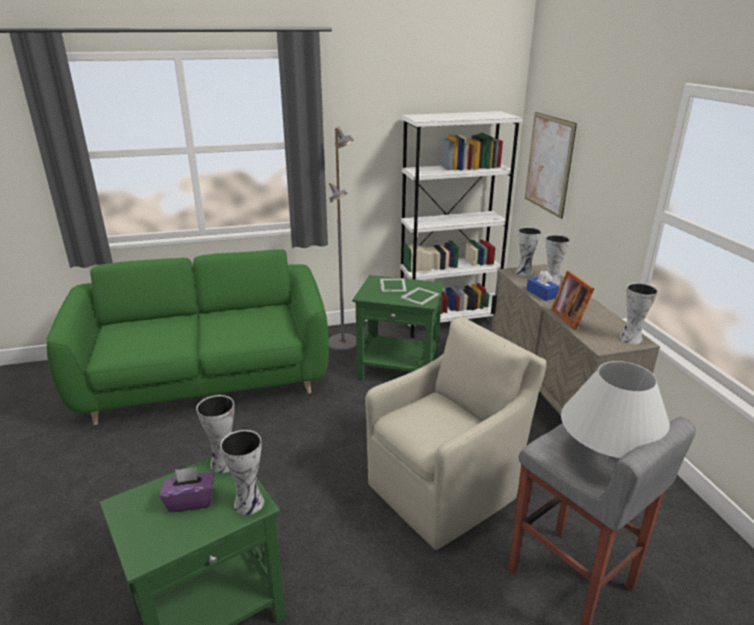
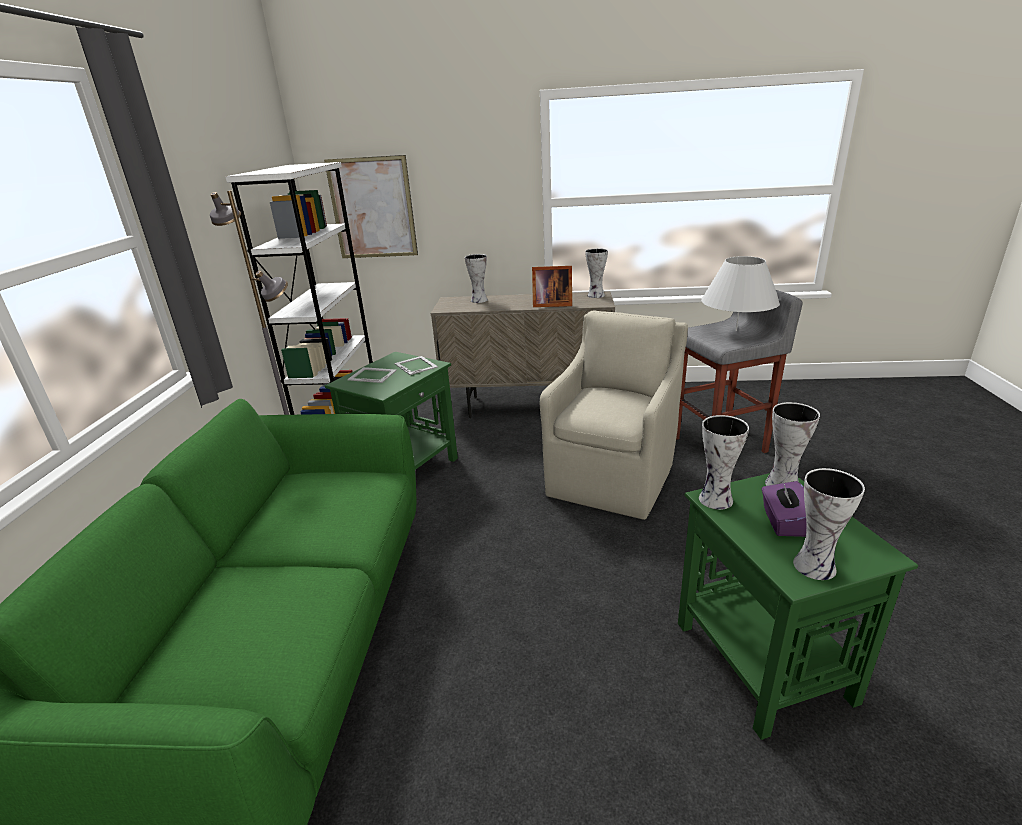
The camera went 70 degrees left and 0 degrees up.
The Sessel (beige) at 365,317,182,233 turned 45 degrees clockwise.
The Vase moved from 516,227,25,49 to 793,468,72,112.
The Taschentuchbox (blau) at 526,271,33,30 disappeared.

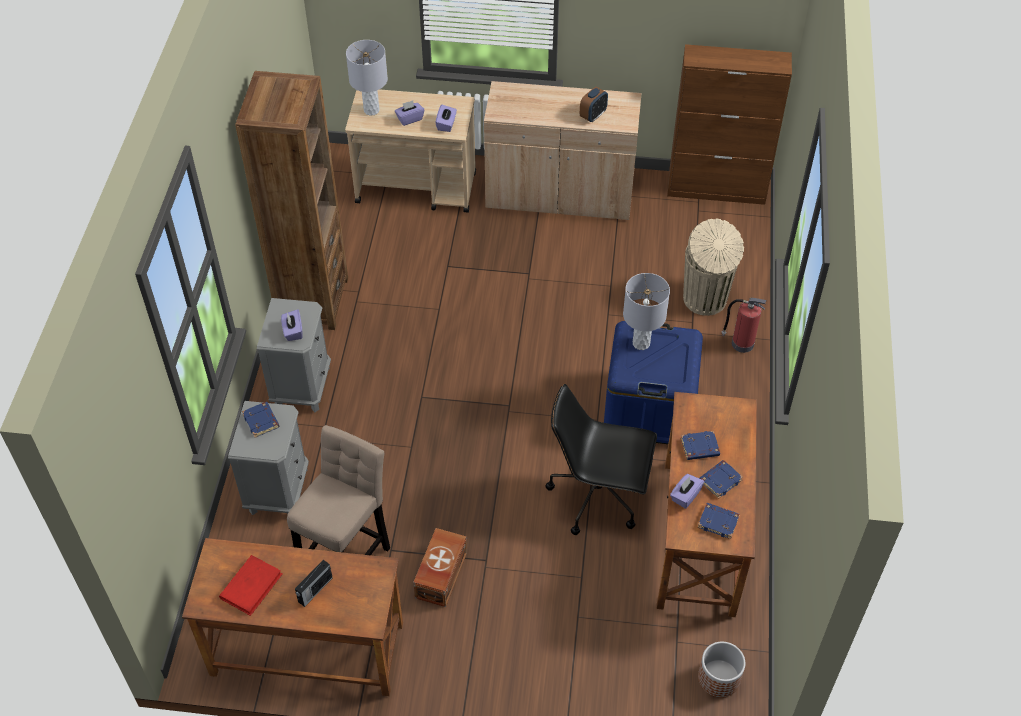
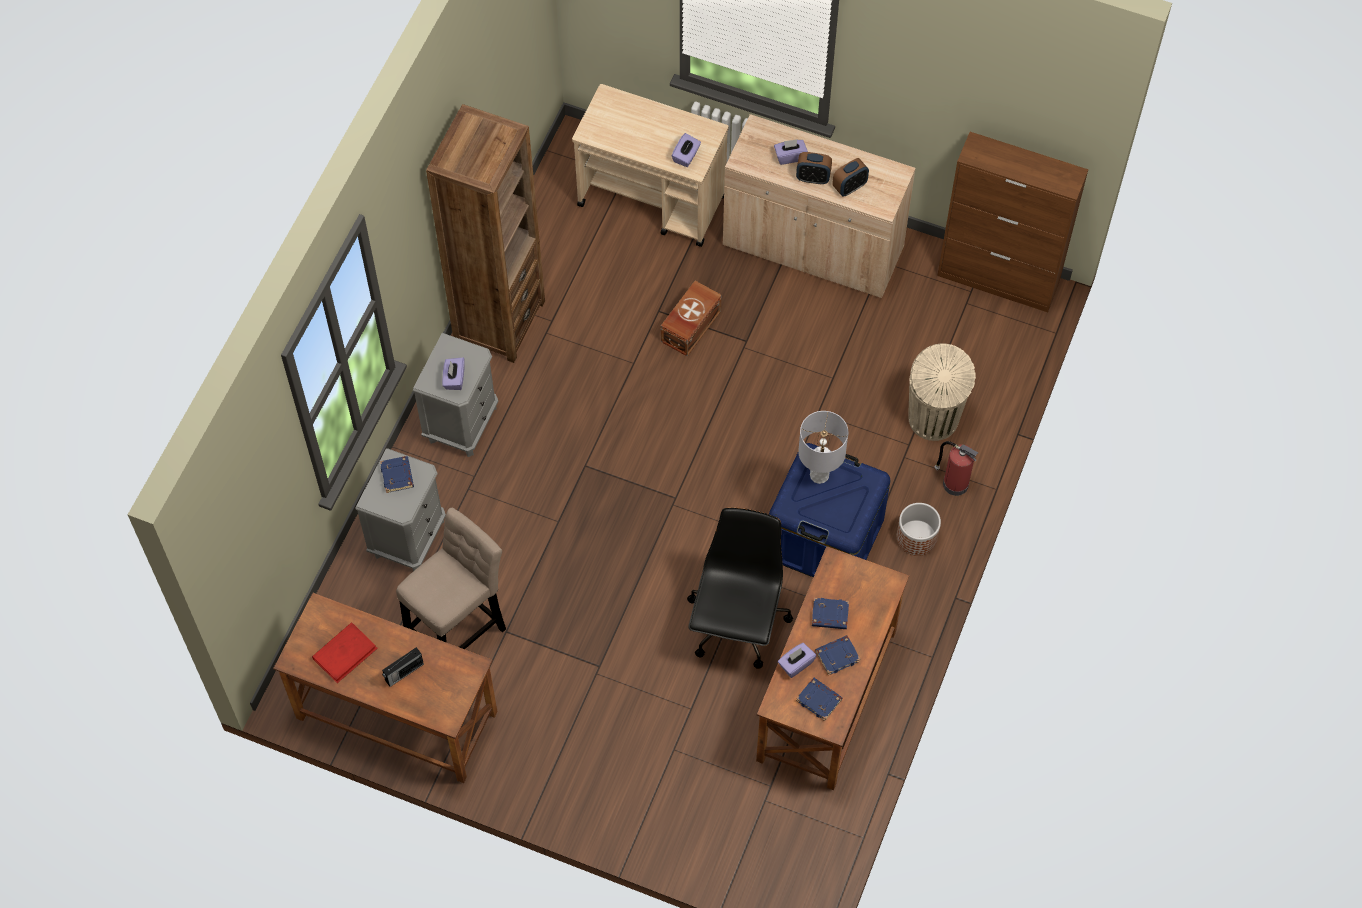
The camera went 15 degrees right and 10 degrees up.
The Aufbewahrungsbox (braun) moved from 413,528,54,79 to 661,281,61,75.
The Bürostuhl (schwarz) at 545,384,112,151 turned 75 degrees clockwise.
The Taschentuchbox (lila) moved from 395,100,29,26 to 774,139,34,26.
The Wecker at 796,152,36,33 appeared.
The Pflanzkübel moved from 698,642,47,56 to 897,503,44,53.
The Tischlampe (grau) at 346,40,42,76 disappeared.

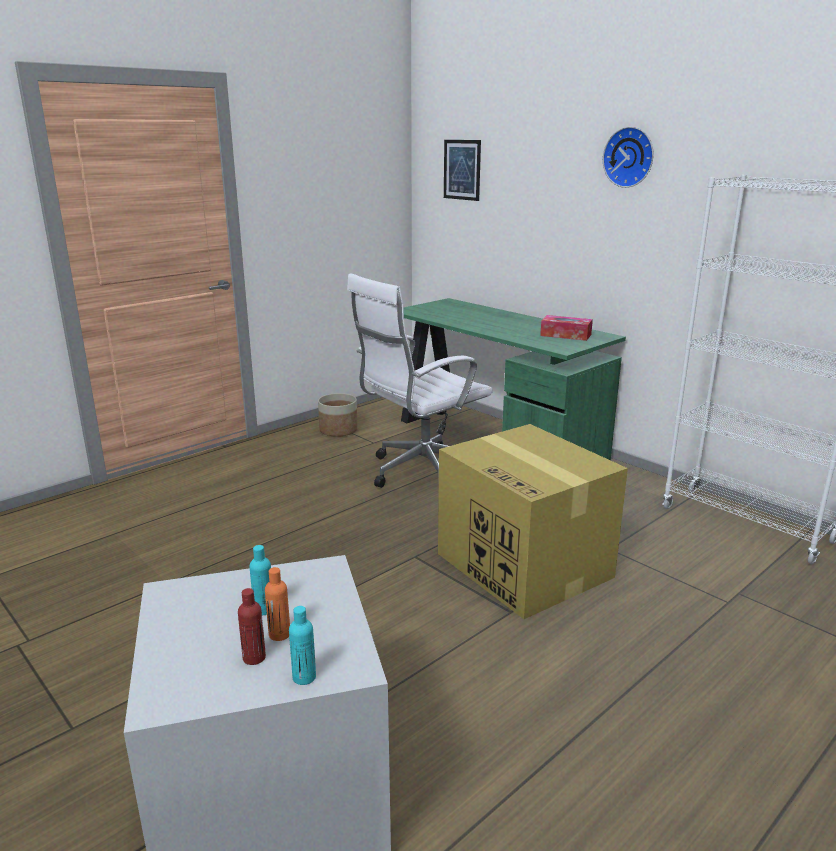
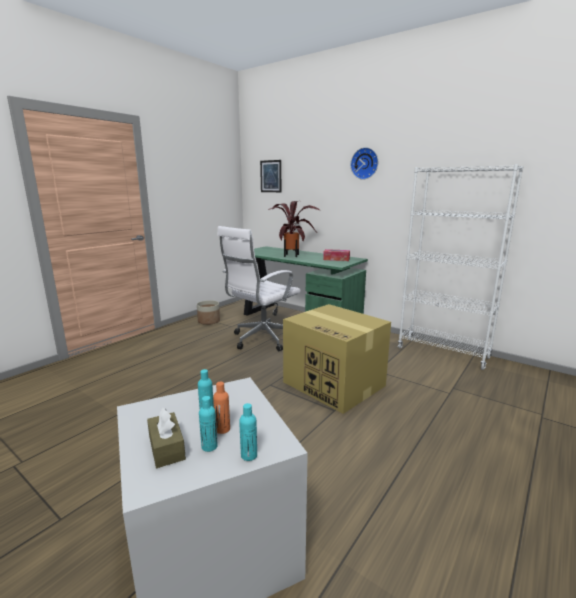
The camera went 10 degrees left and 5 degrees down.
The Taschentuchbox (braun) at 147,408,39,60 appeared.
The Flasche (rot) at 238,588,28,77 became the Flasche (türkis) at 199,396,19,56.
The Topfpflanze at 268,201,53,56 appeared.

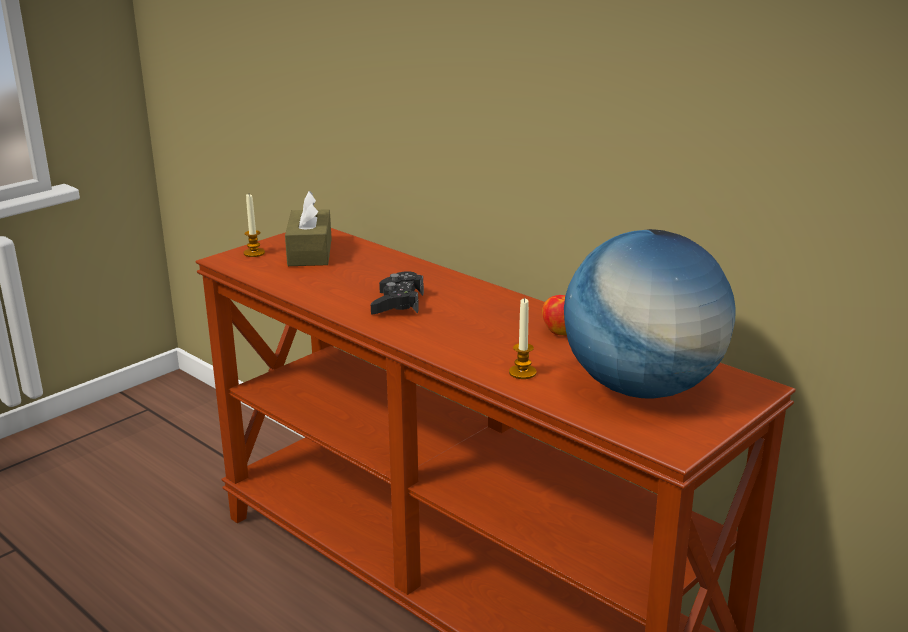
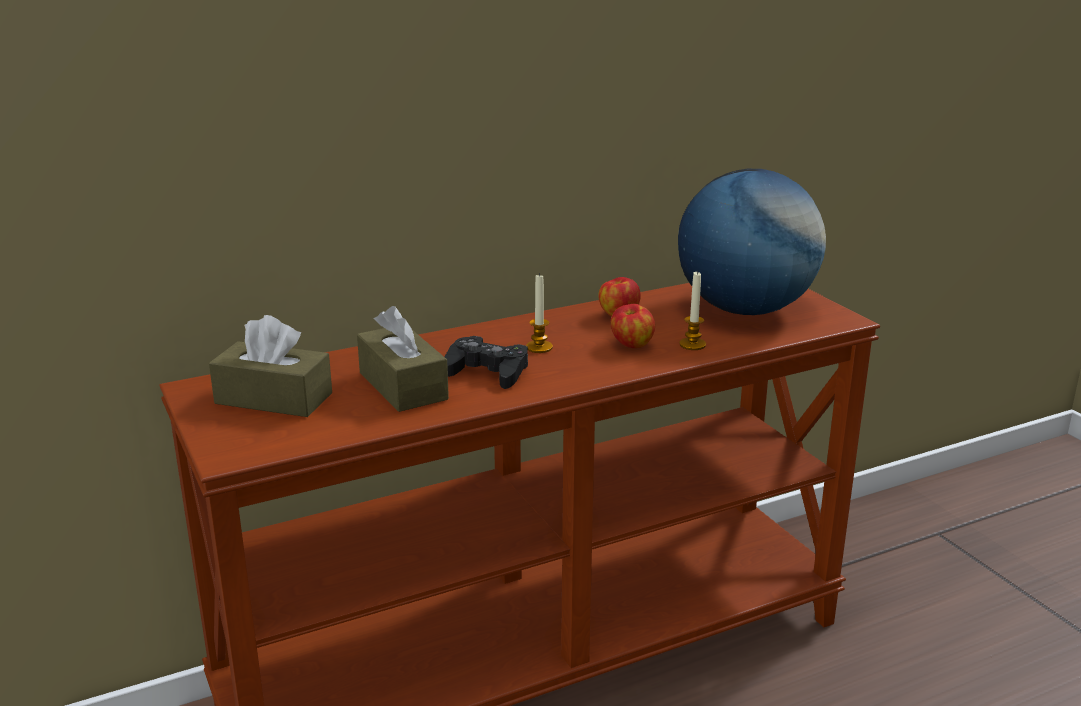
The camera went 70 degrees left and 0 degrees up.
The Taschentuchbox (braun) at 357,306,92,106 appeared.
The Kerze moved from 243,194,22,63 to 526,273,27,80.
The Apfel at 611,304,44,44 appeared.

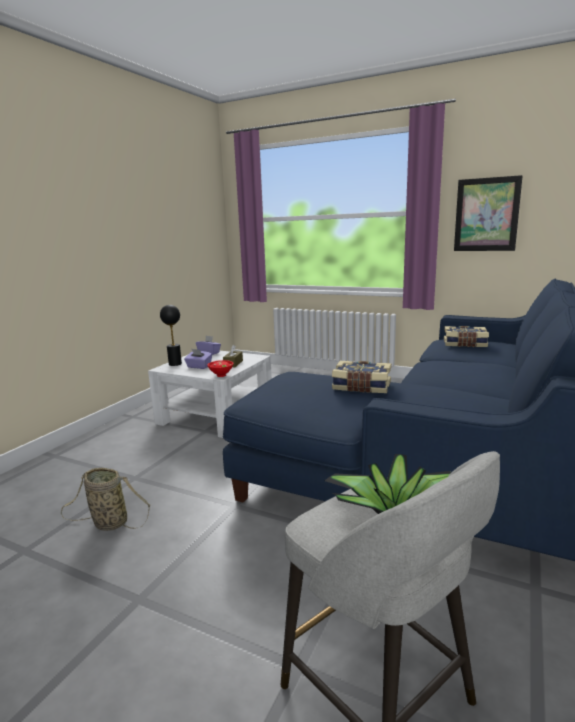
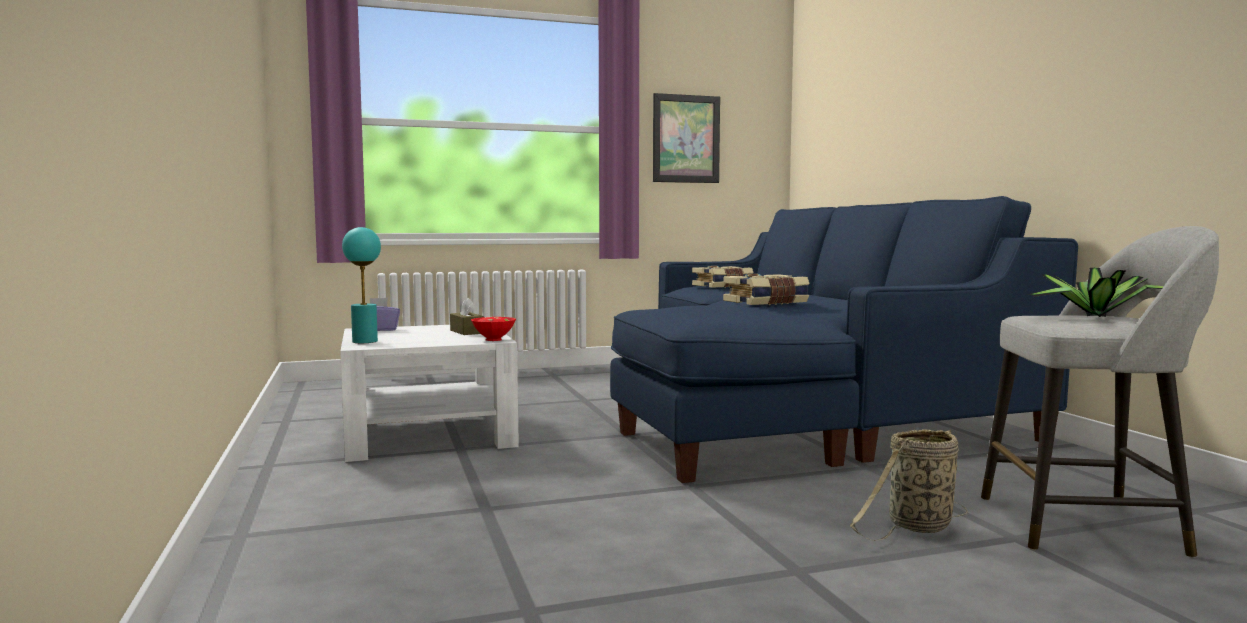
The camera went 45 degrees left and 10 degrees down.
The Tischlampe (schwarz) at 160,305,22,61 became the Tischlampe (türkis) at 342,227,39,116.
The Korb moved from 61,468,89,63 to 850,430,118,111.
The Taschentuchbox (lila) at 184,349,28,20 disappeared.

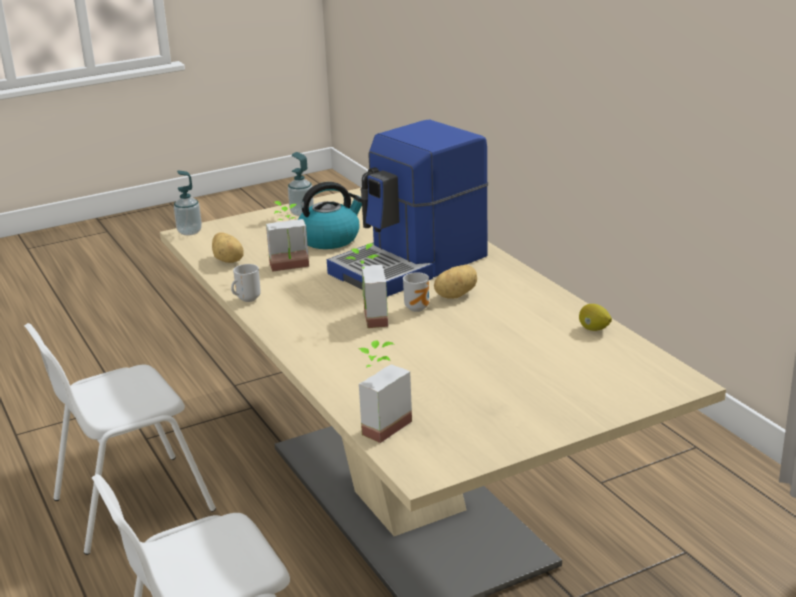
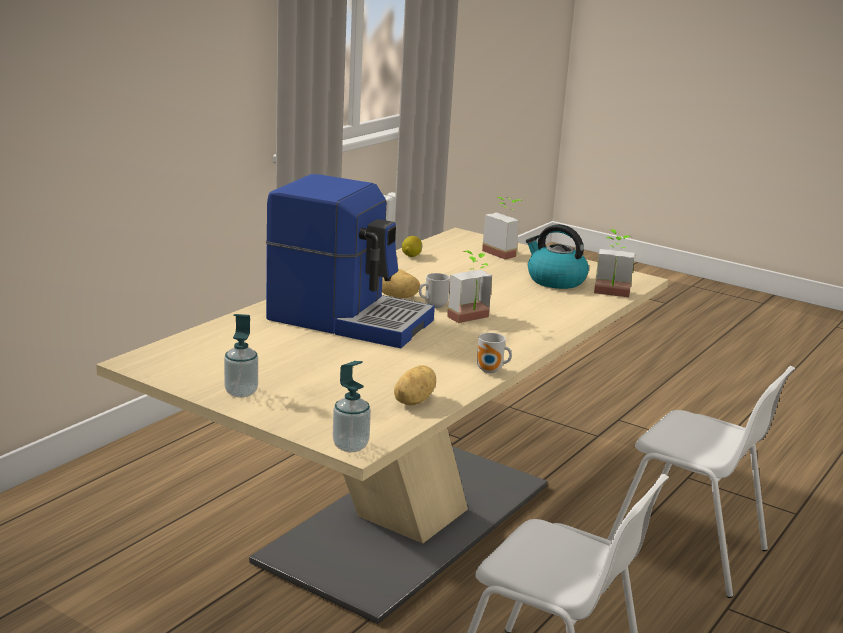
The camera went 120 degrees left and 5 degrees down.
The Topfpflanze moved from 266,201,43,71 to 482,197,40,62.
The Wasserkessel moved from 298,182,64,67 to 526,224,63,65.

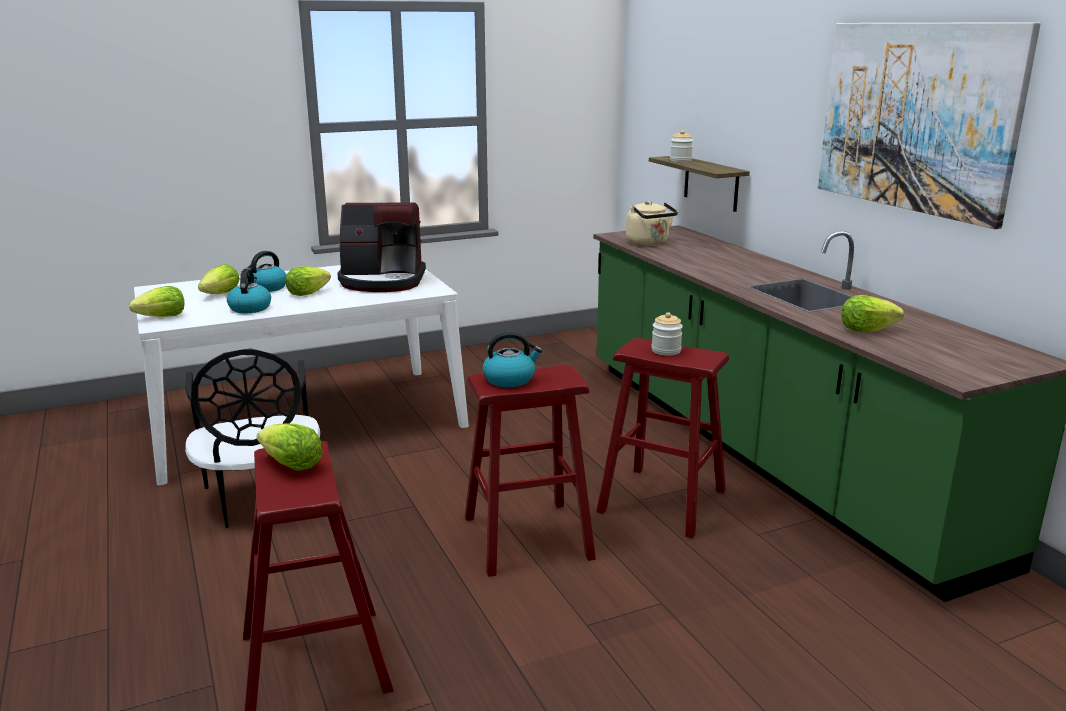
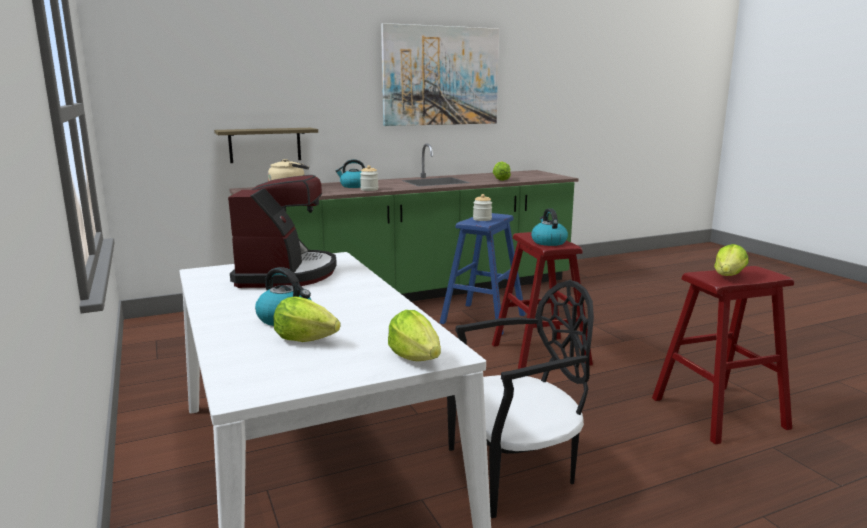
The camera went 90 degrees left and 5 degrees down.
The Wasserkessel moved from 227,269,44,44 to 336,159,29,29.
The Vorratsglas moved from 670,130,23,32 to 360,165,18,26.
The Hocker (rot) at 596,338,133,201 became the Hocker (blau) at 440,213,86,123.
The Salatkopf at 286,266,45,30 disappeared.

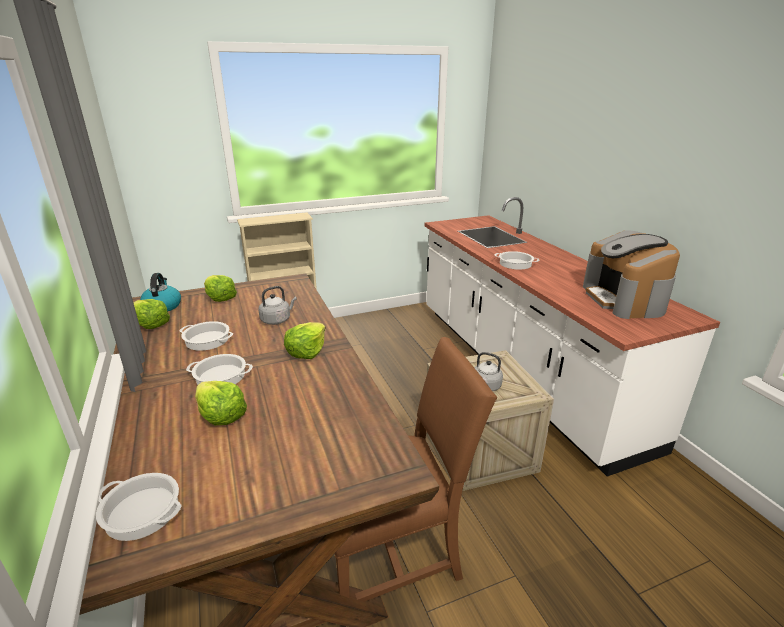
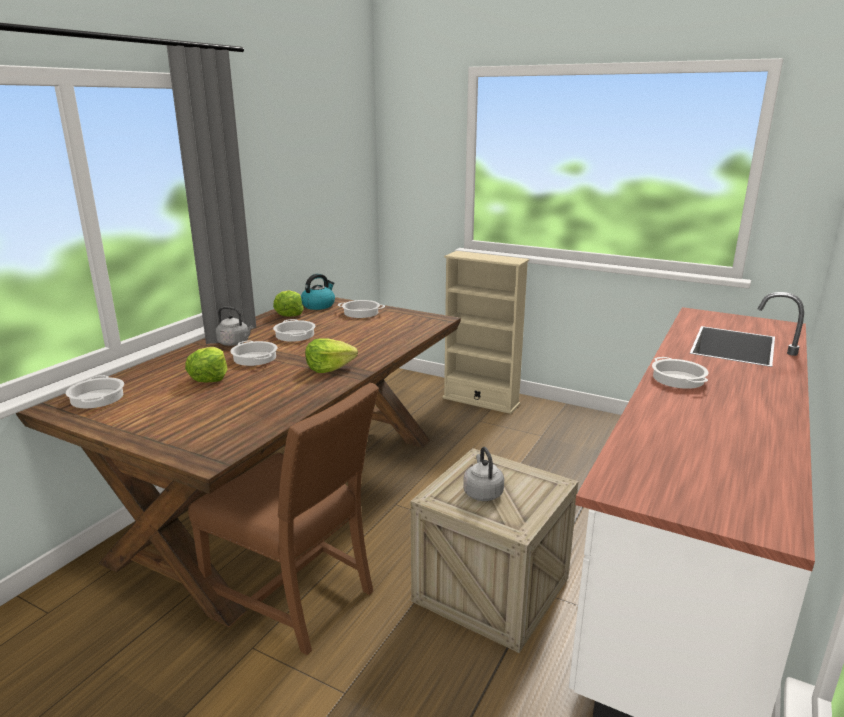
The camera went 50 degrees right and 5 degrees down.
The Wasserkessel (grau) moved from 258,286,39,39 to 216,307,37,39.
The Salatkopf at 204,275,33,27 was replaced by the Kochtopf at 338,300,47,18.
The Kaffeemaschine at 583,230,97,89 disappeared.

